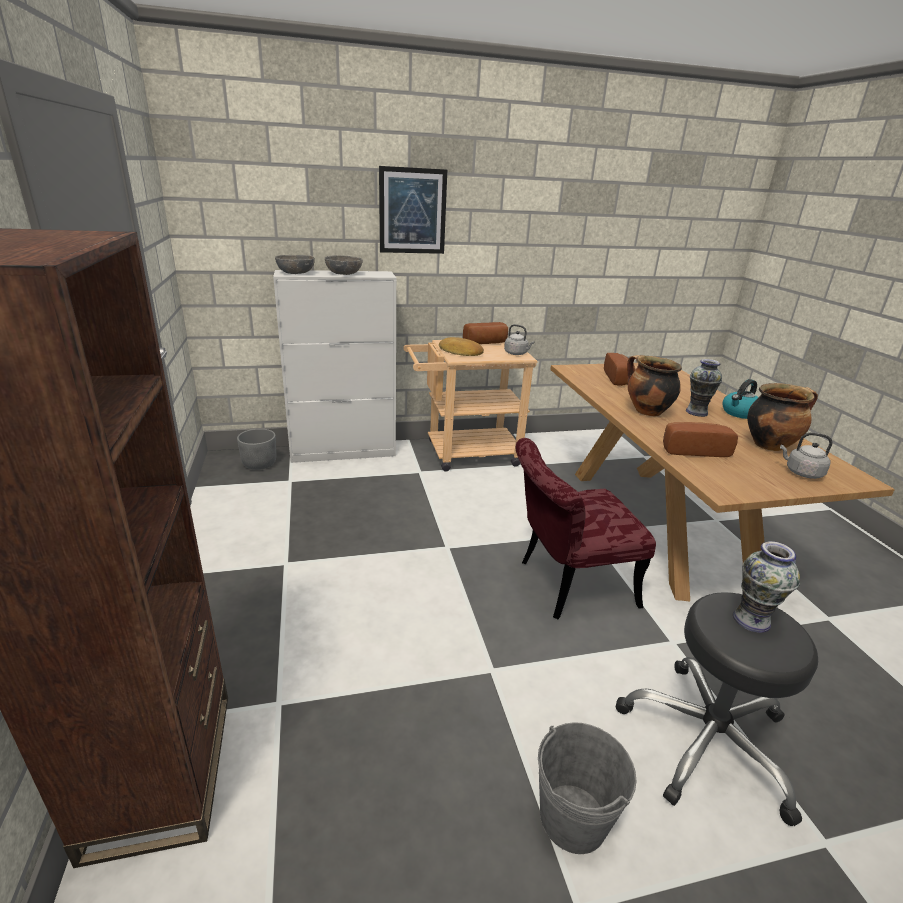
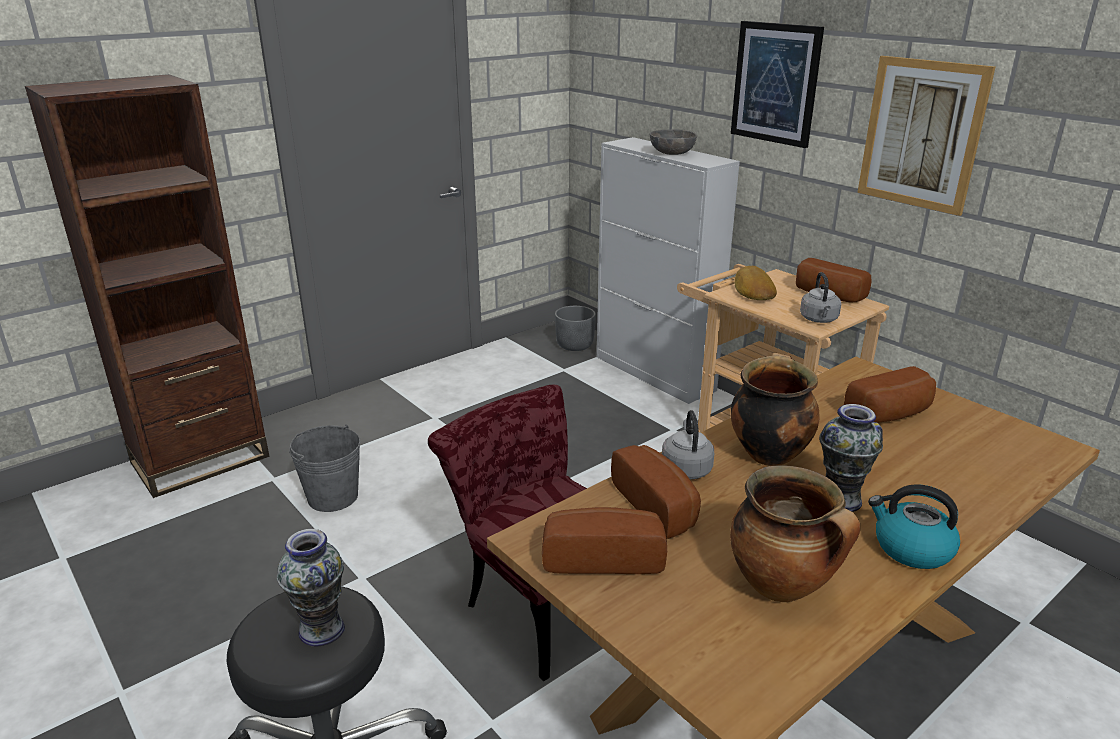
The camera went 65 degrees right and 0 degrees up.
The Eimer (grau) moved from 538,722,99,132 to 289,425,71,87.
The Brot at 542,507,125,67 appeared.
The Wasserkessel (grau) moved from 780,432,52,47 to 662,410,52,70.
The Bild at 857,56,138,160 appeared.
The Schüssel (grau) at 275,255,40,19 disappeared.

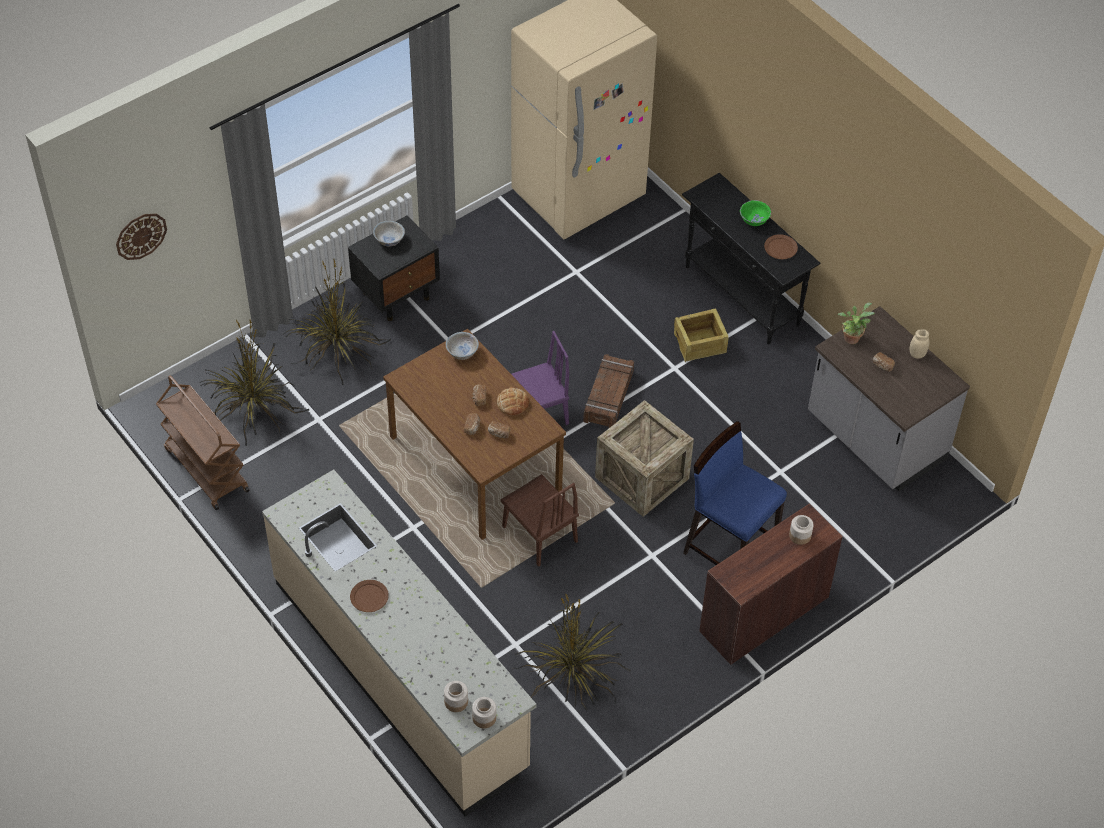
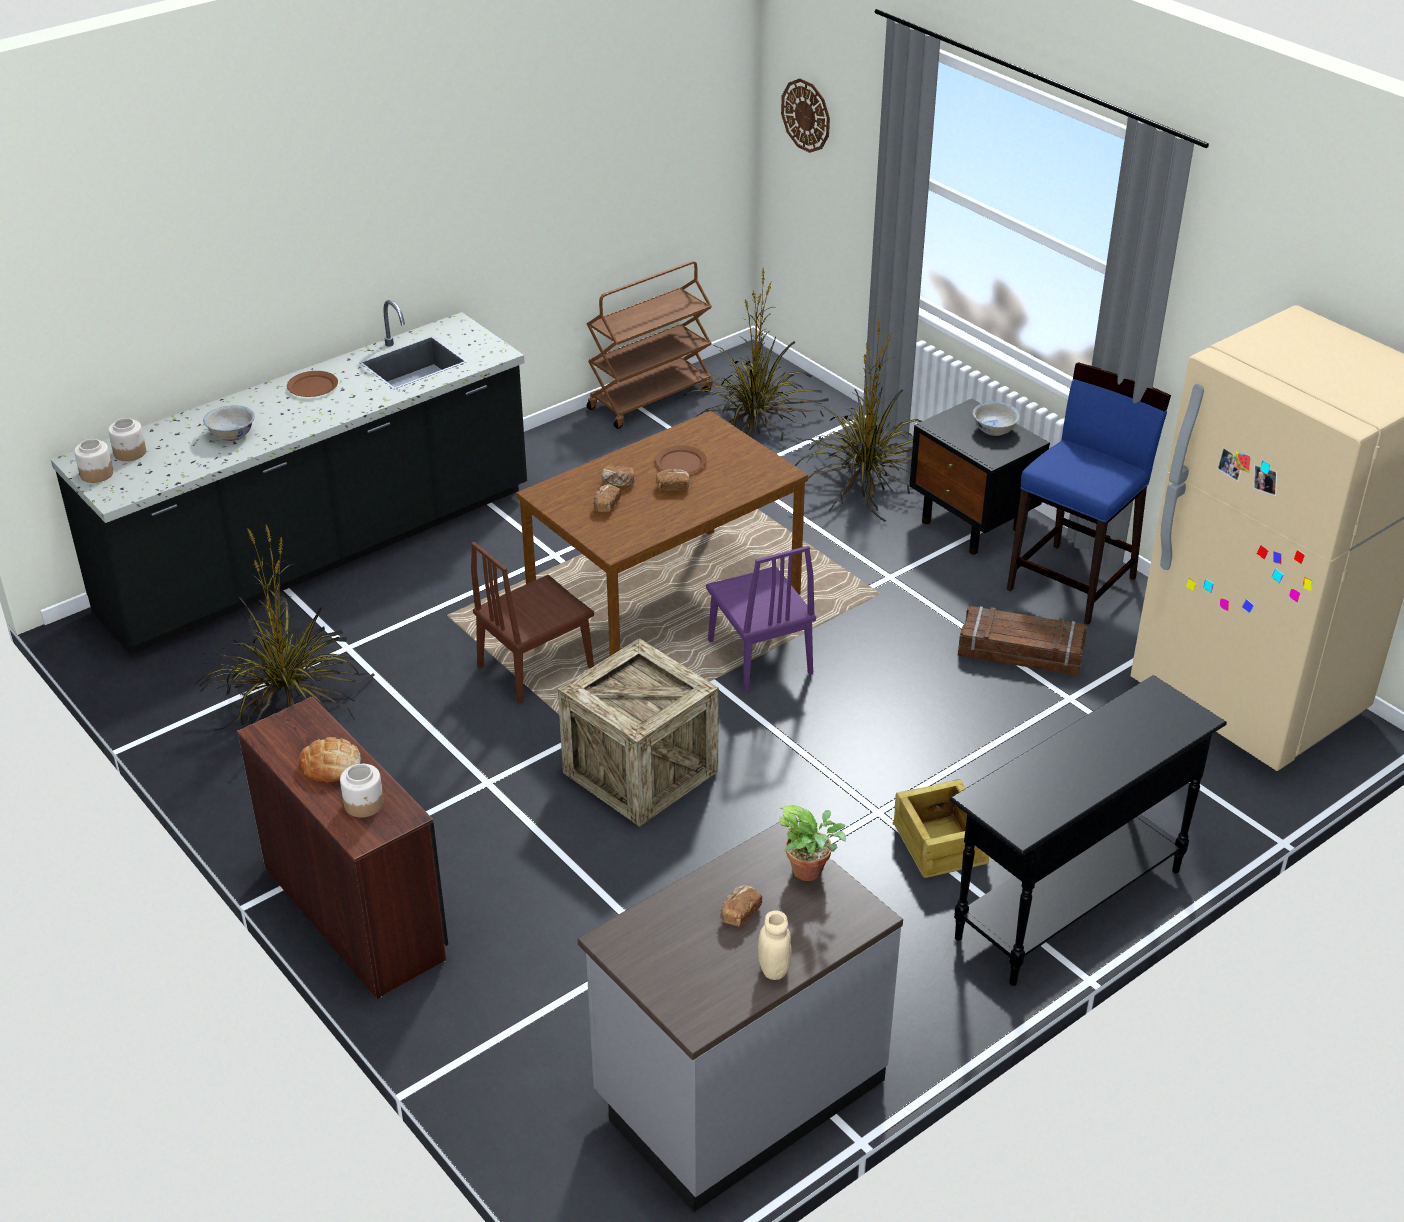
The camera went 90 degrees right and 15 degrees down.
The Küchenzeile (beige) at 262,469,274,348 became the Küchenzeile (schwarz) at 51,300,476,355.
The Schüssel (weiß) moved from 446,332,33,28 to 203,405,52,36.
The Brot moved from 497,387,32,29 to 298,737,63,46.
The Teller (braun) moved from 764,234,34,25 to 655,445,52,28.
The Kiste moved from 583,354,51,74 to 958,606,129,70.
The Hocker (blau) moved from 683,421,104,144 to 1007,362,164,263.
The Schüssel (grün) at 740,200,31,26 disappeared.

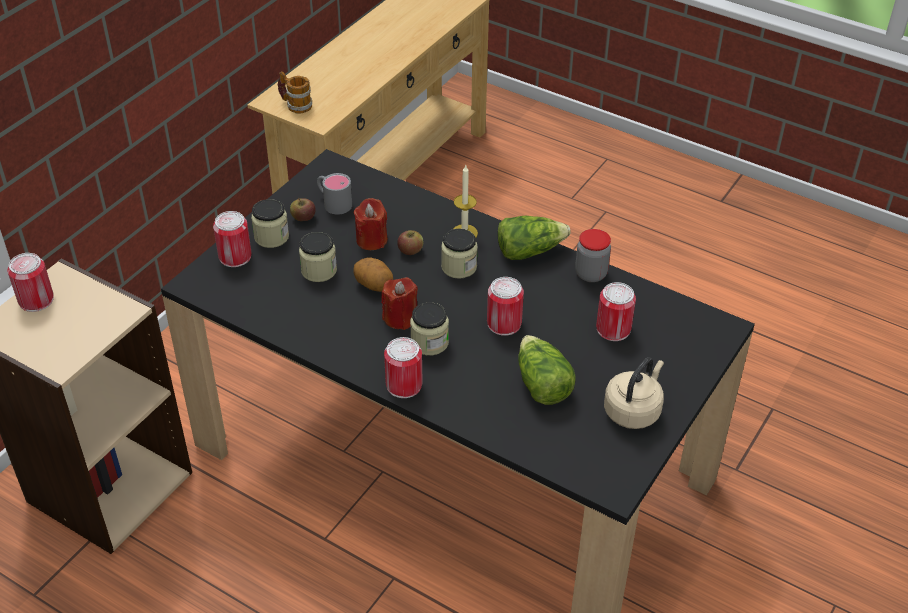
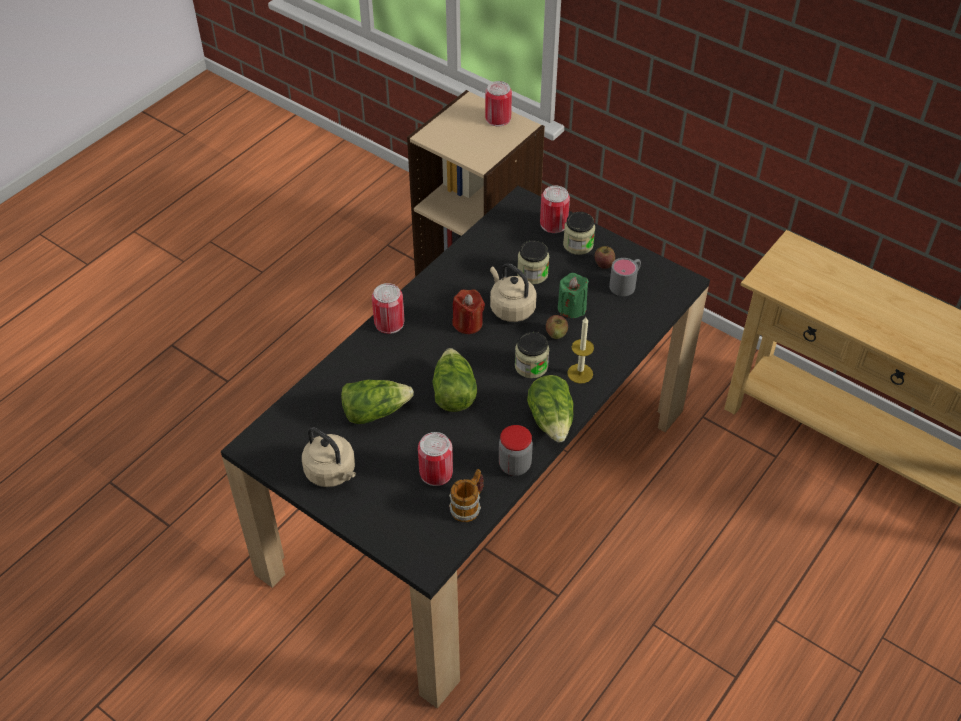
The camera went 95 degrees right and 5 degrees up.
The Dose at 487,277,37,59 was replaced by the Salatkopf at 432,348,45,64.
The Henkelbecher moved from 278,71,34,43 to 449,469,35,53.
The Kartoffel at 353,257,40,35 was replaced by the Wasserkessel (beige) at 490,263,47,59.
The Kerze (rot) at 354,198,34,52 became the Kerze (grün) at 558,273,31,45.
The Vorratsglas at 410,302,39,53 disappeared.

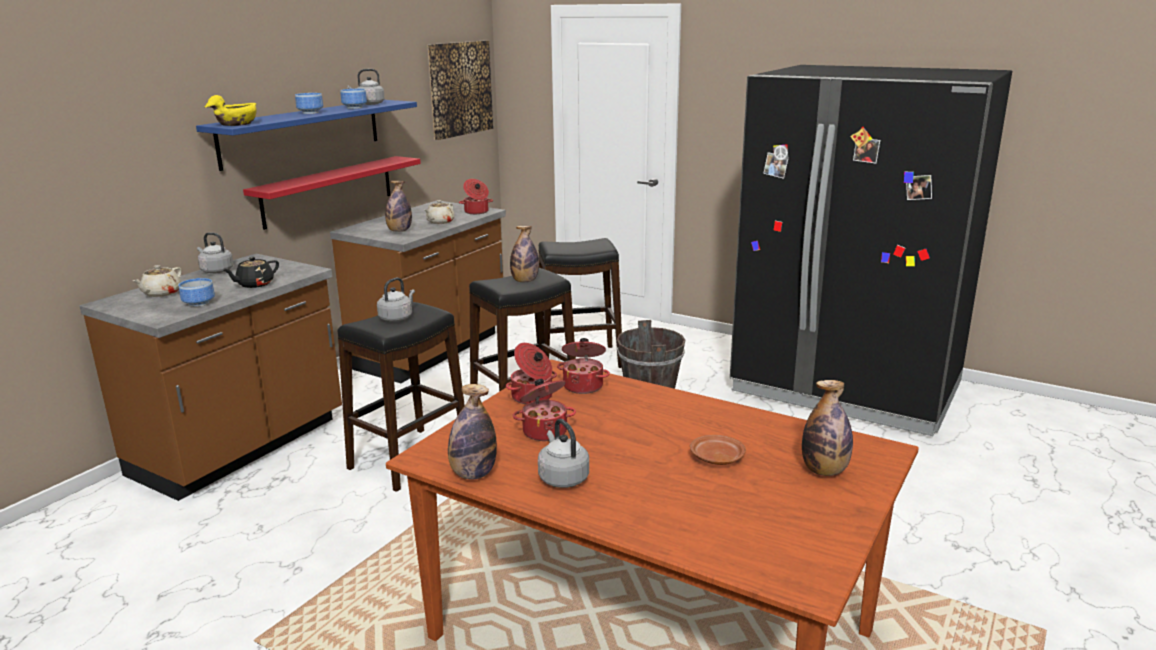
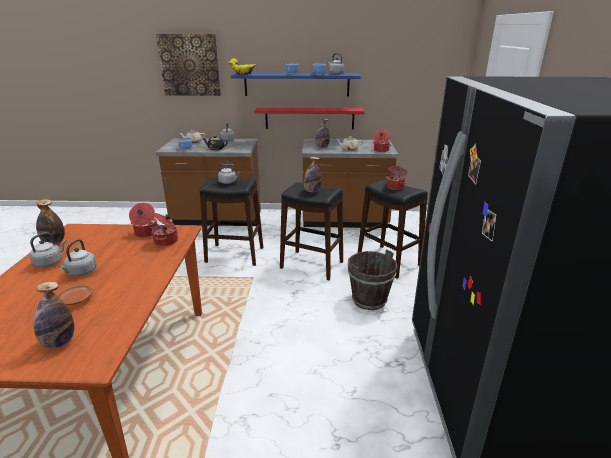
The camera went 60 degrees right and 5 degrees up.
The Wasserkessel (grau) at 59,239,38,37 appeared.
The Bild moved from 428,40,65,100 to 156,34,65,62.
The Kochtopf moved from 513,379,63,62 to 386,166,21,24.

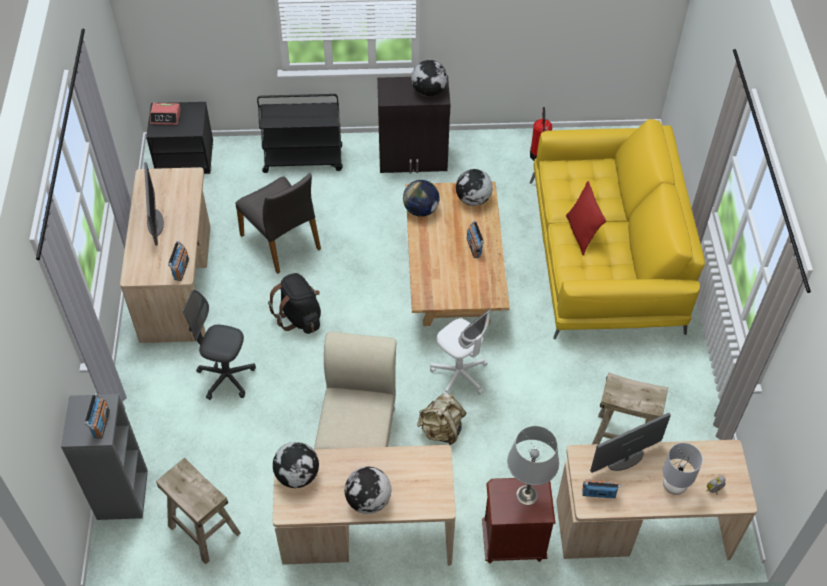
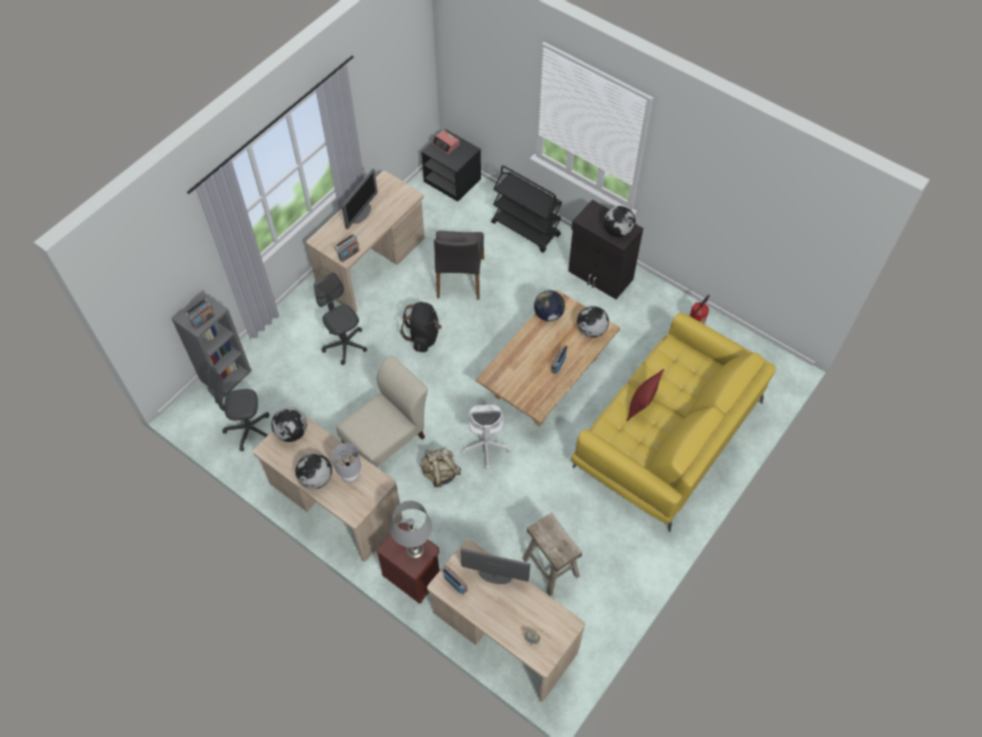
The camera went 40 degrees right and 5 degrees up.
The Hocker (beige) at 156,458,85,106 was replaced by the Bürostuhl (grau) at 207,370,62,81.
The Tischlampe (grau) moved from 663,443,40,52 to 332,443,29,40.

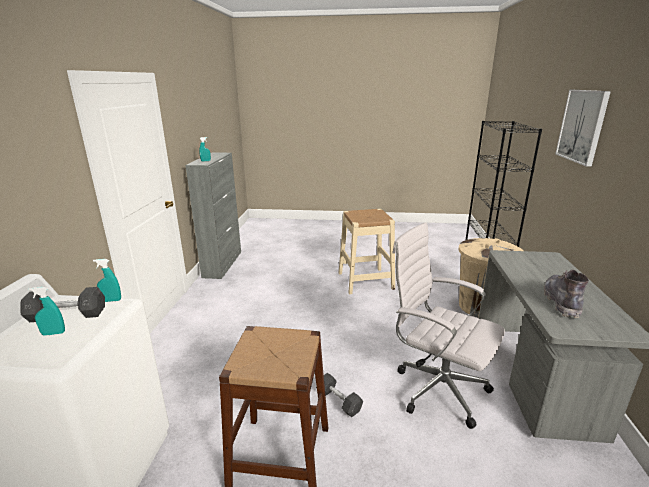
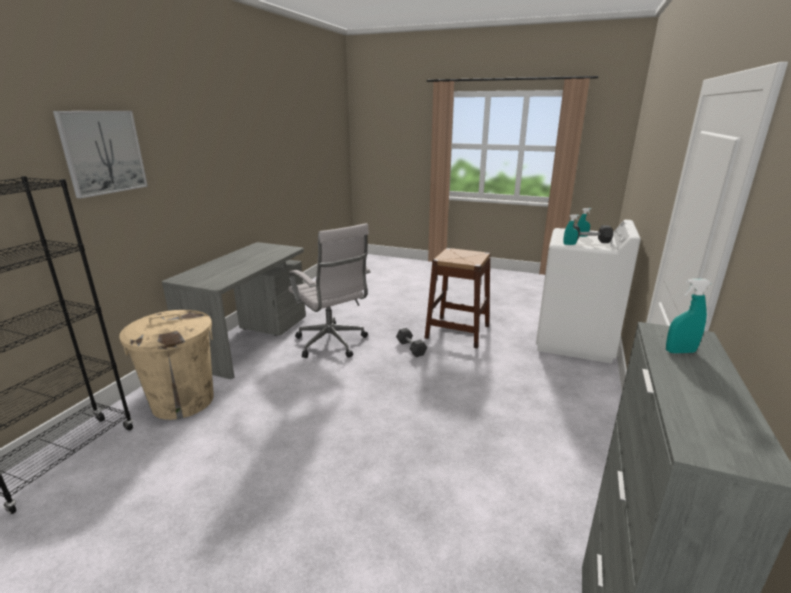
The camera went 165 degrees left and 0 degrees up.
The Hocker (beige) at 338,209,57,86 disappeared.
The Stiefel (grau) at 544,269,45,49 disappeared.

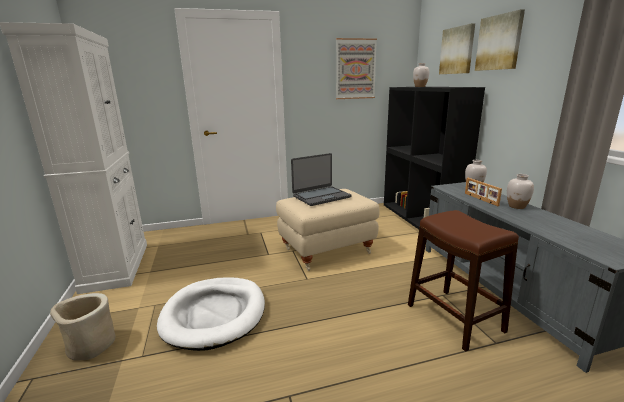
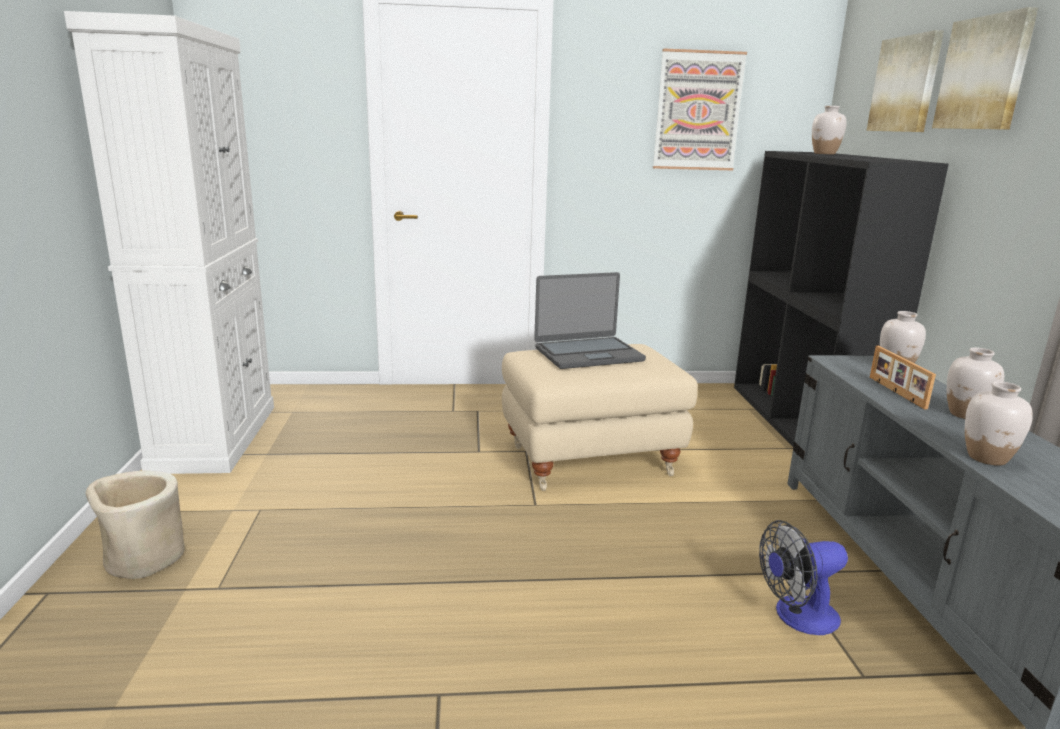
The camera went 10 degrees right and 0 degrees up.
The Hocker (braun) at 408,210,111,142 was replaced by the Ventilator at 759,520,89,115.
The Vase (weiß) at 965,381,68,85 appeared.
The Hundebett (weiß) at 157,277,108,74 disappeared.

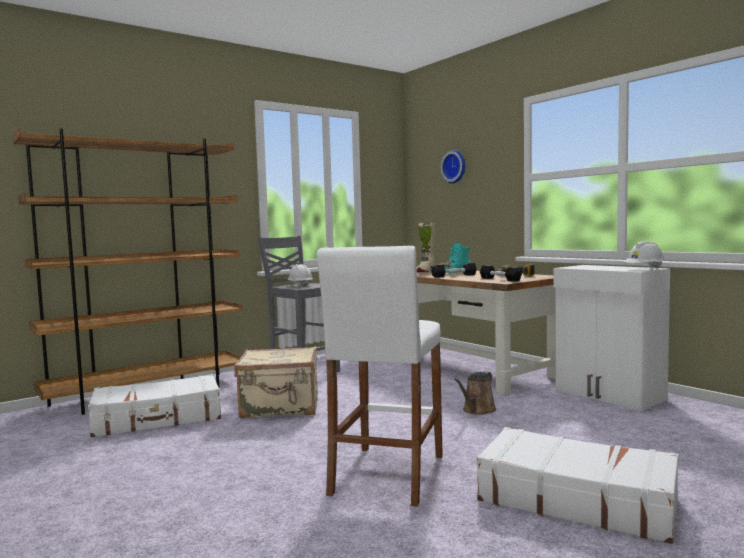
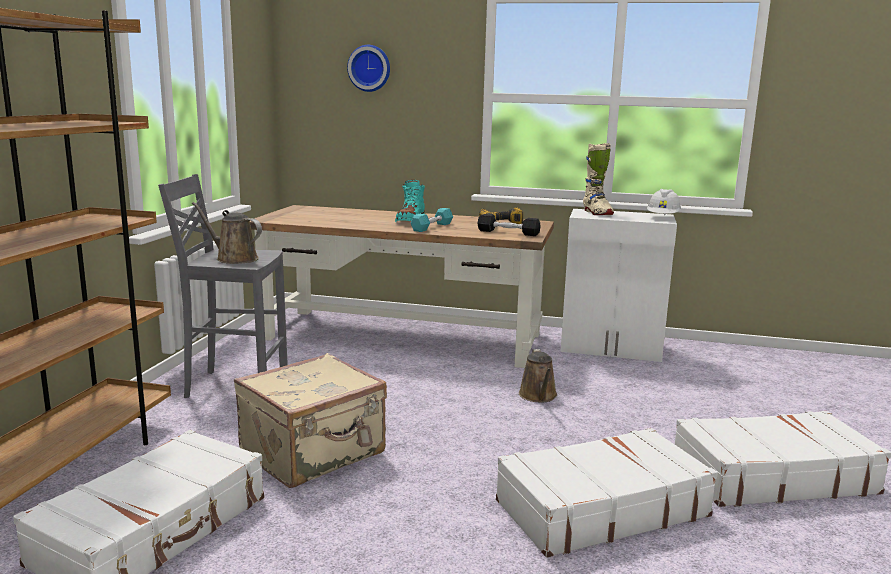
The camera went 40 degrees left and 10 degrees up.
The Schutzhelm (weiß) at 287,264,26,23 was replaced by the Gießkanne (braun) at 192,202,70,62.
The Hantel (schwarz) at 431,263,46,15 became the Hantel (türkis) at 410,208,43,24.
The Hocker (weiß) at 317,246,126,261 was replaced by the Koffer (weiß) at 496,428,222,130.
The Stiefel (beige) moved from 417,223,18,50 to 583,143,31,72.

